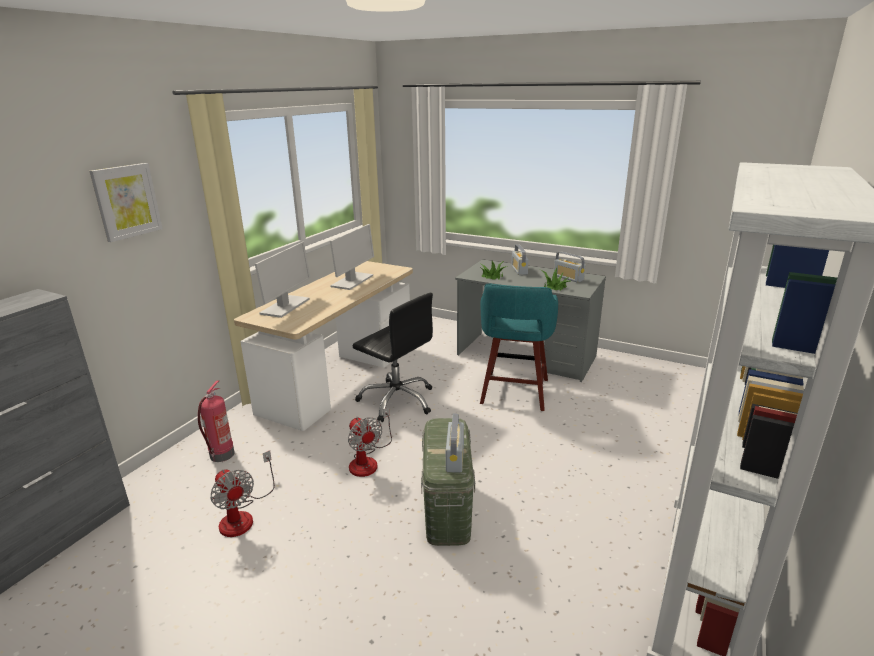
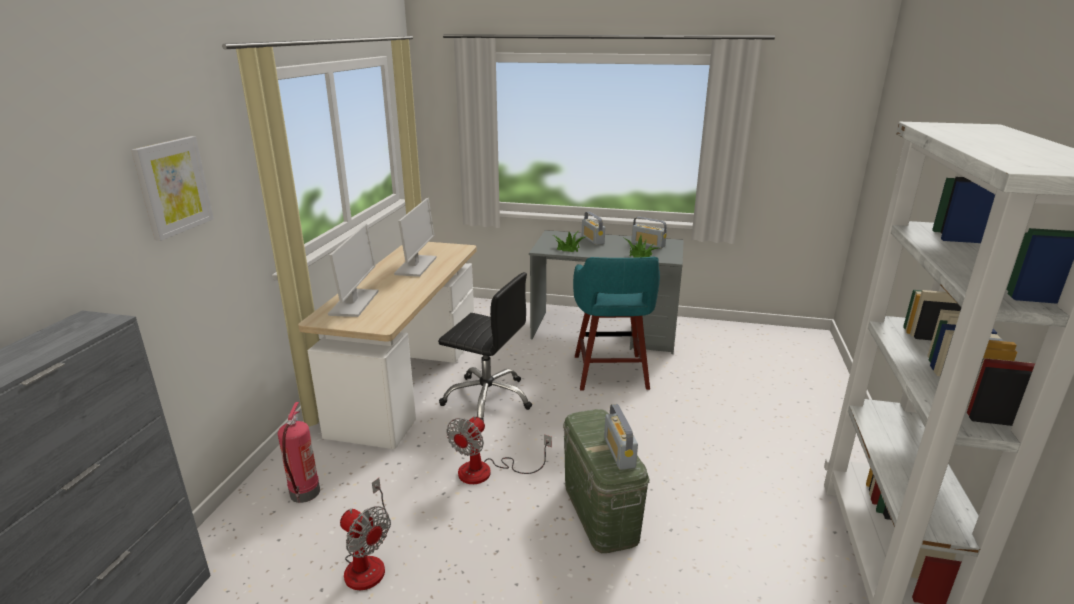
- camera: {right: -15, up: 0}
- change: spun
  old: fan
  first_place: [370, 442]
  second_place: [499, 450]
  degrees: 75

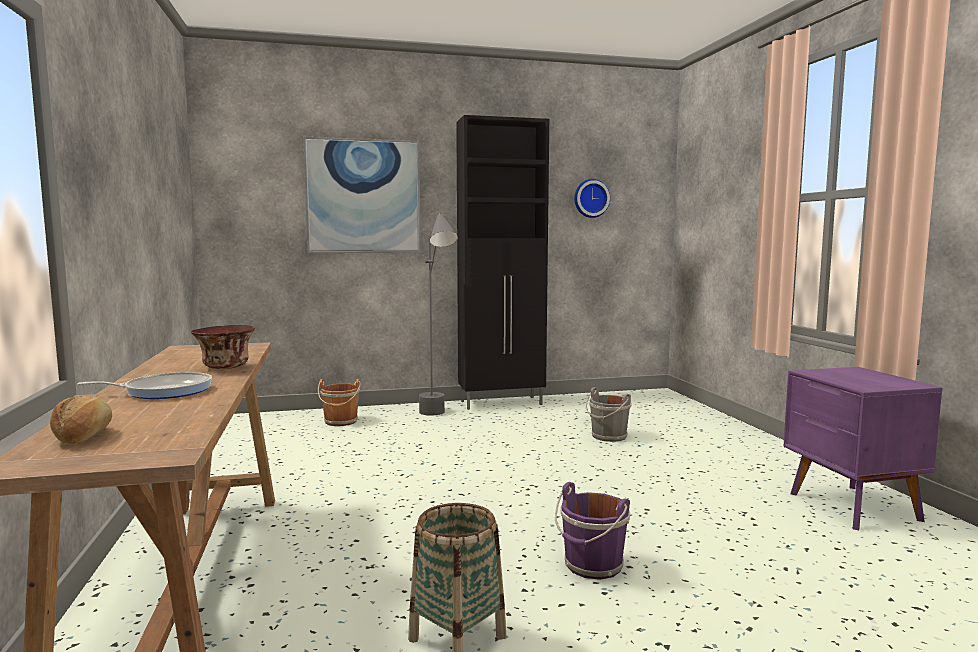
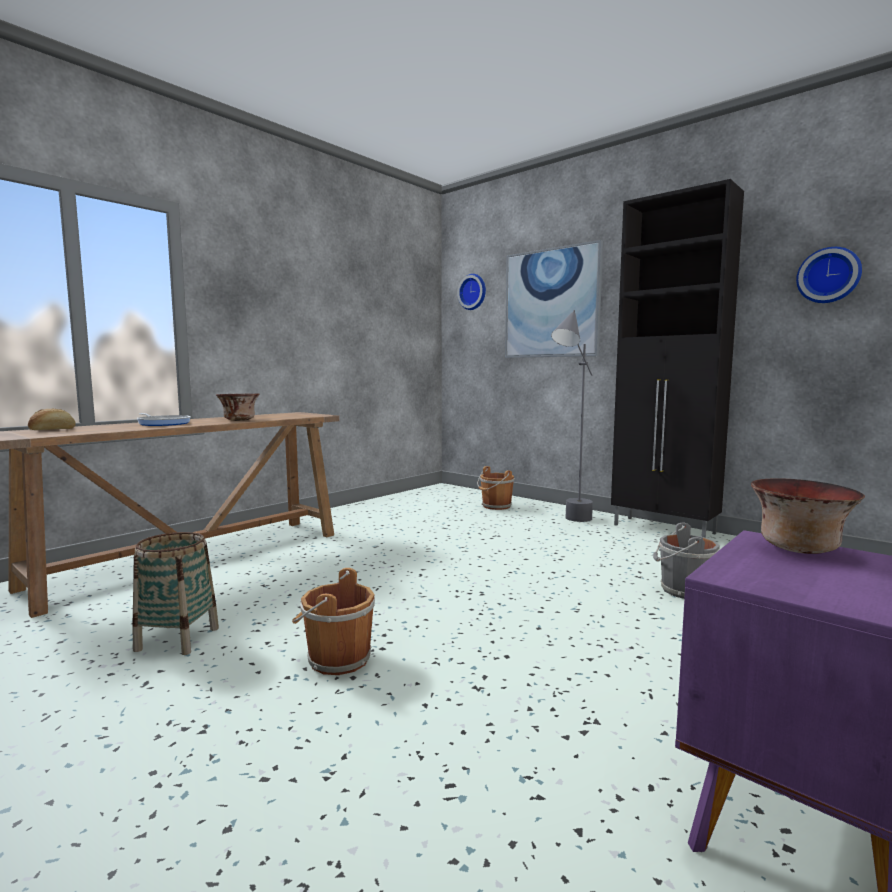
- camera: {right: 55, up: 0}
- change: appeared
  new: wall clock
  second_place: [471, 292]
- change: appeared
  new: bowl
  second_place: [808, 516]
- change: colour
  old: bucket (purple)
  new: bucket (brown)
  first_place: [592, 531]
  second_place: [333, 621]

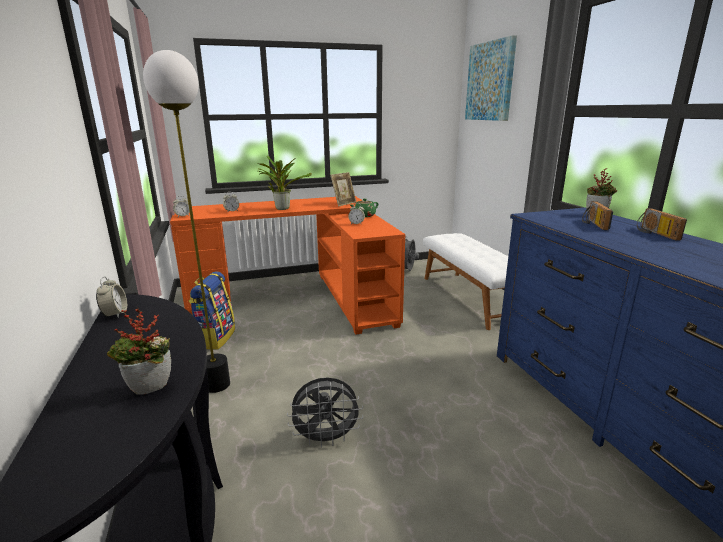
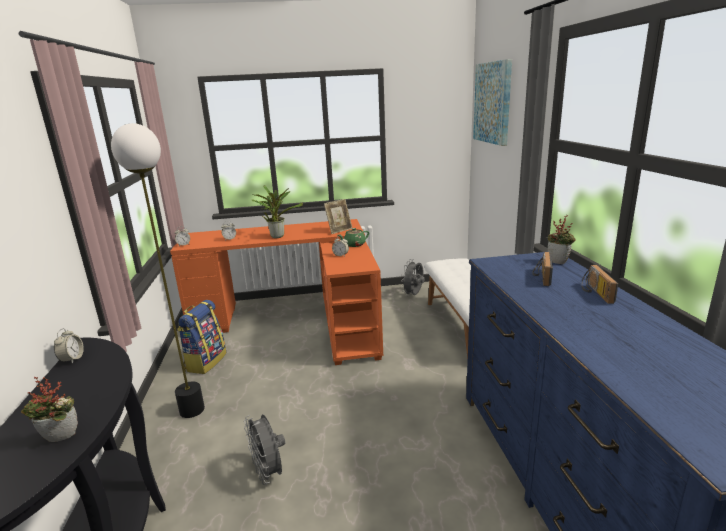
- camera: {right: 10, up: 0}
- change: spun
  old: fan (grey)
  first_place: [325, 412]
  second_place: [264, 449]
  degrees: 60

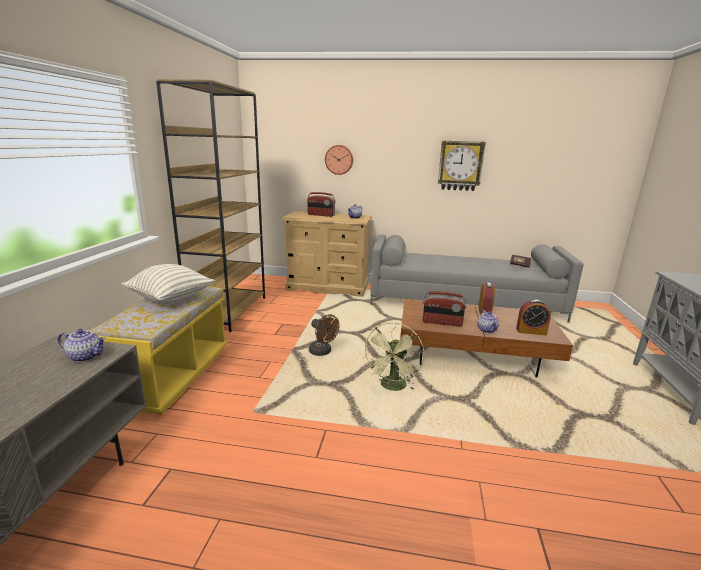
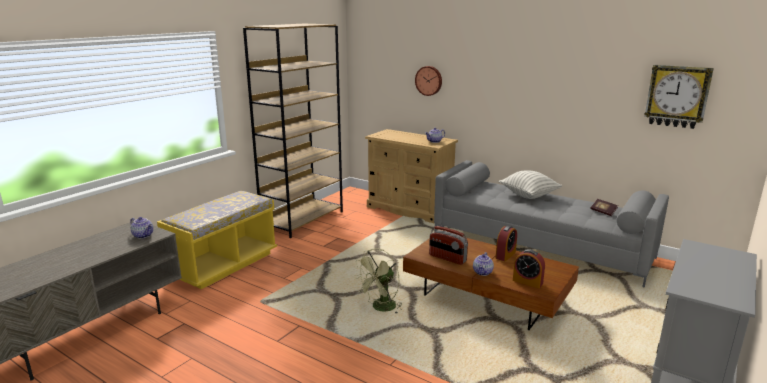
- camera: {right: 25, up: 0}
- change: missing
  old: radio
  first_place: [321, 204]
- change: missing
  old: fan (brown)
  first_place: [324, 335]
- change: relocated
  old: pillow
  first_place: [168, 284]
  second_place: [530, 184]
- change: relocated
  old: wall clock
  first_place: [462, 166]
  second_place: [679, 97]

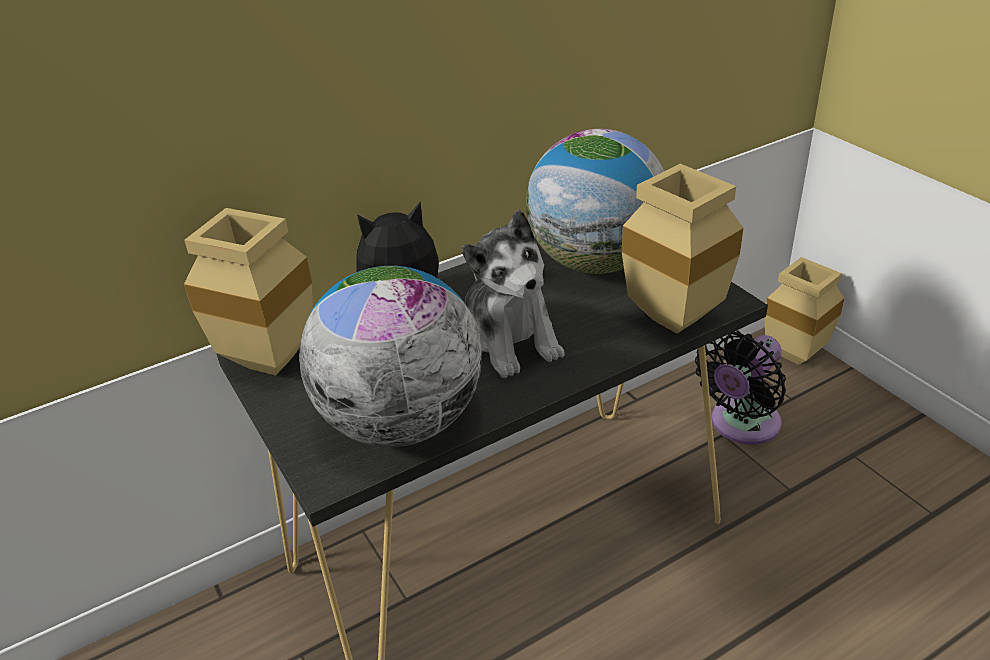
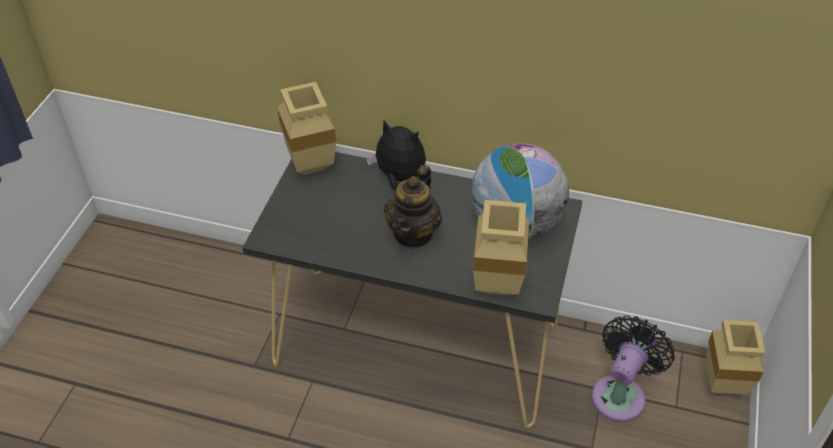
- camera: {right: 45, up: 10}
- change: missing
  old: globe
  first_place: [390, 356]
- change: exchanged
  old: plush toy
  new: teapot
  first_place: [513, 294]
  second_place: [413, 207]
- change: spun
  old: fan (black)
  first_place: [740, 387]
  second_place: [633, 368]
  degrees: 120

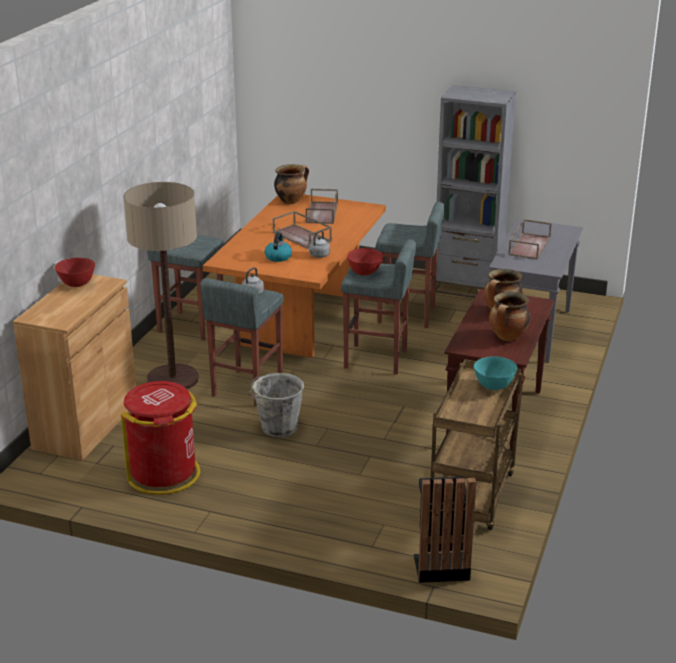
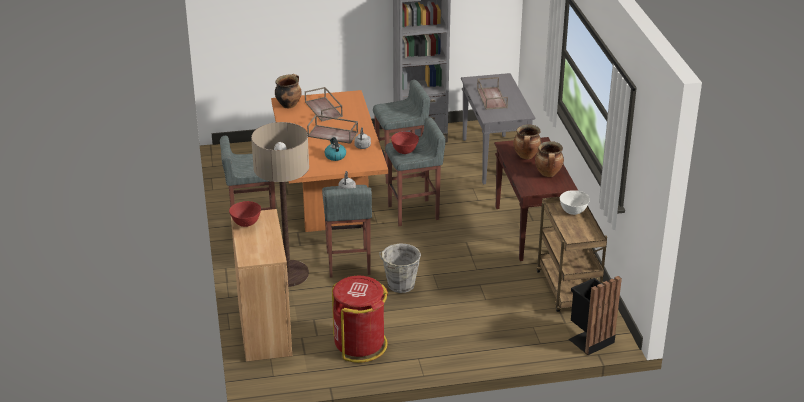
- camera: {right: -30, up: 5}
- change: colour
  old: bowl (turquoise)
  new: bowl (white)
  first_place: [495, 373]
  second_place: [575, 202]

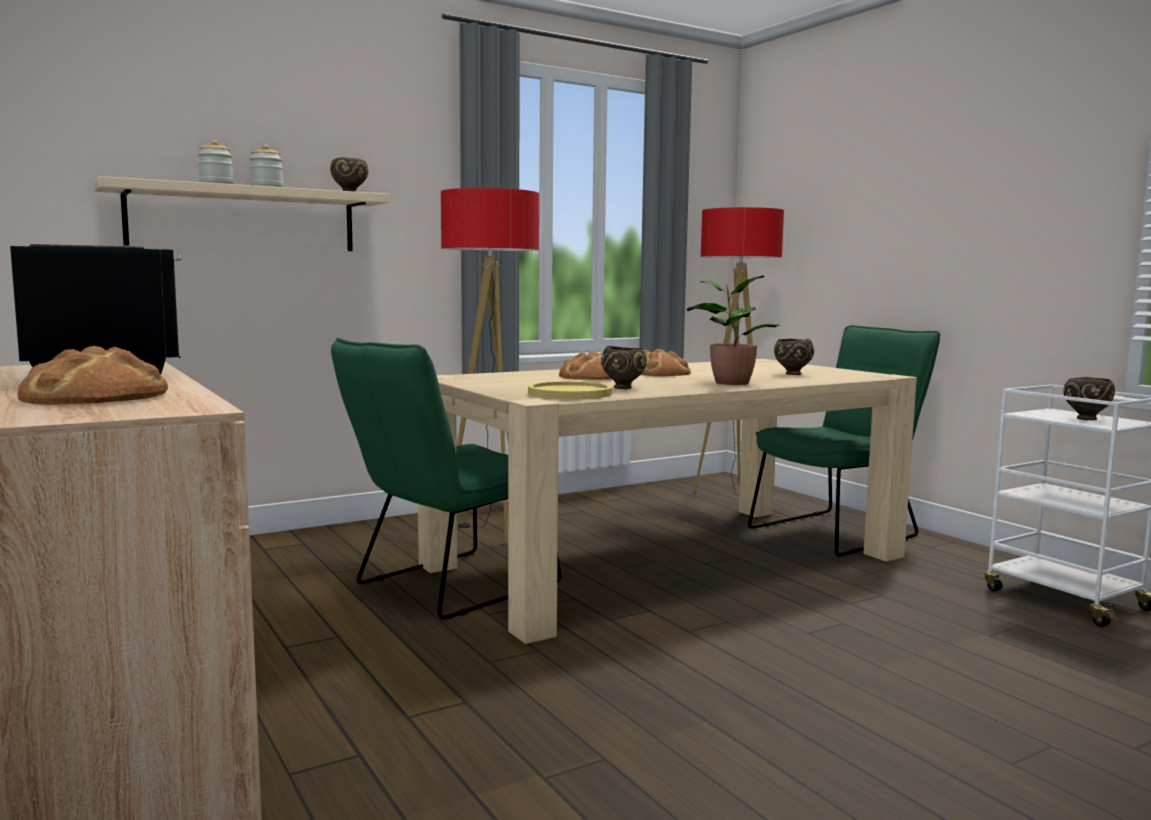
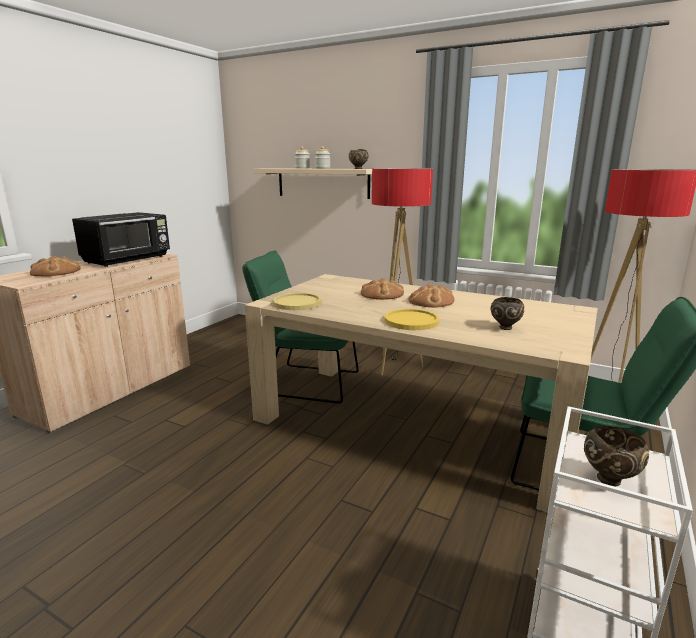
- camera: {right: 60, up: 10}
- change: missing
  old: bowl (brown)
  first_place: [624, 367]
- change: exchanged
  old: potted plant
  new: plate (yellow)
  first_place: [733, 330]
  second_place: [412, 319]

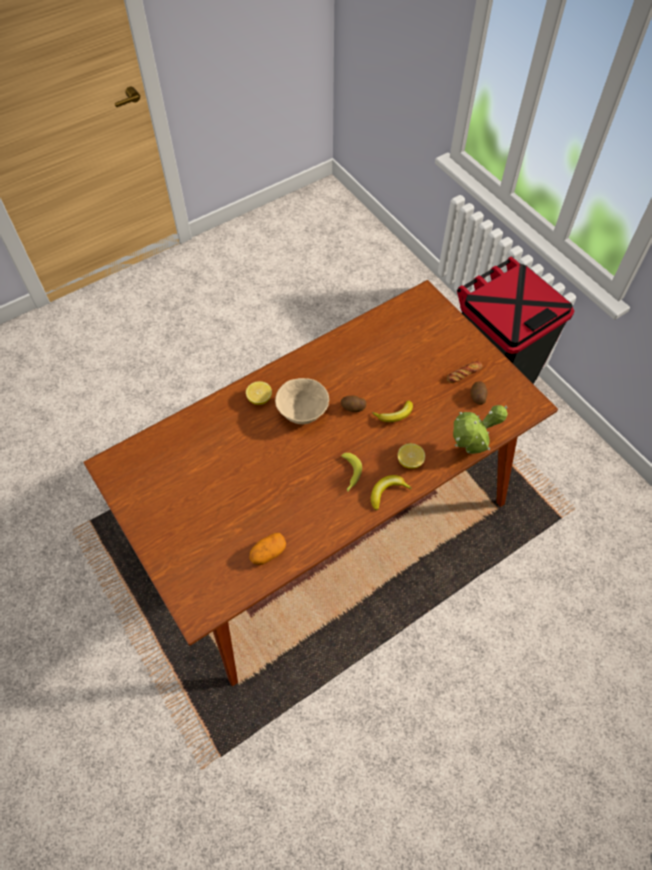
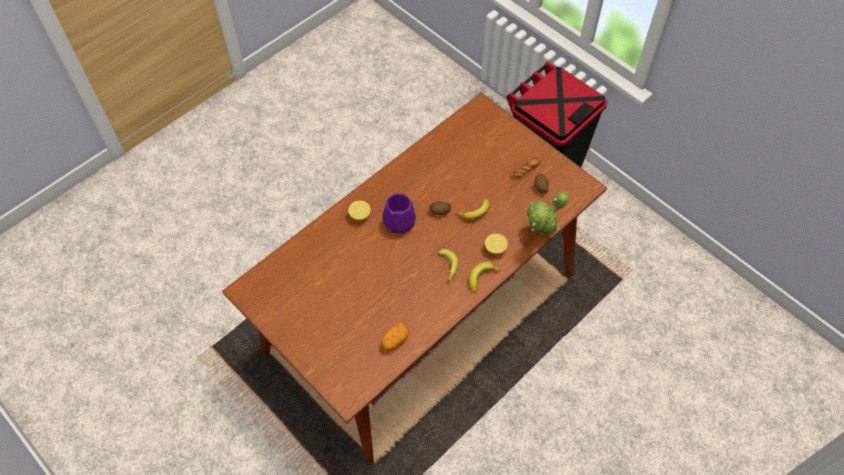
- camera: {right: -10, up: 0}
- change: exchanged
  old: bowl (beige)
  new: vase (purple)
  first_place: [302, 401]
  second_place: [399, 213]

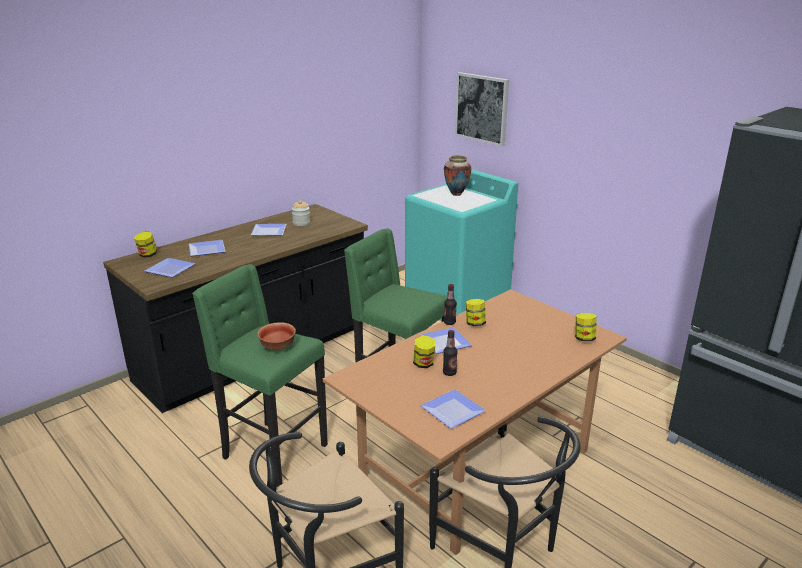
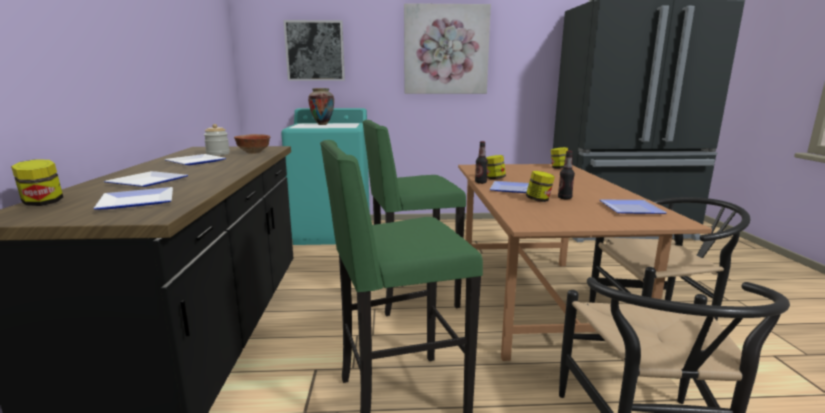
- camera: {right: -50, up: -10}
- change: appeared
  new: picture
  second_place: [447, 48]
- change: relocated
  old: bowl
  first_place: [276, 336]
  second_place: [252, 144]

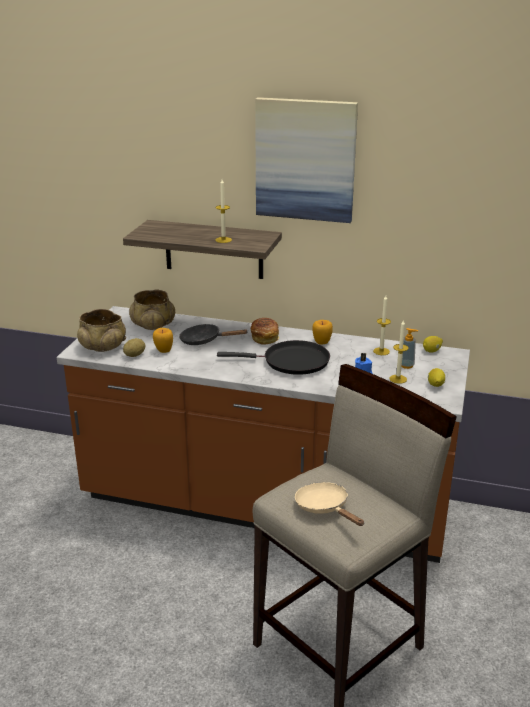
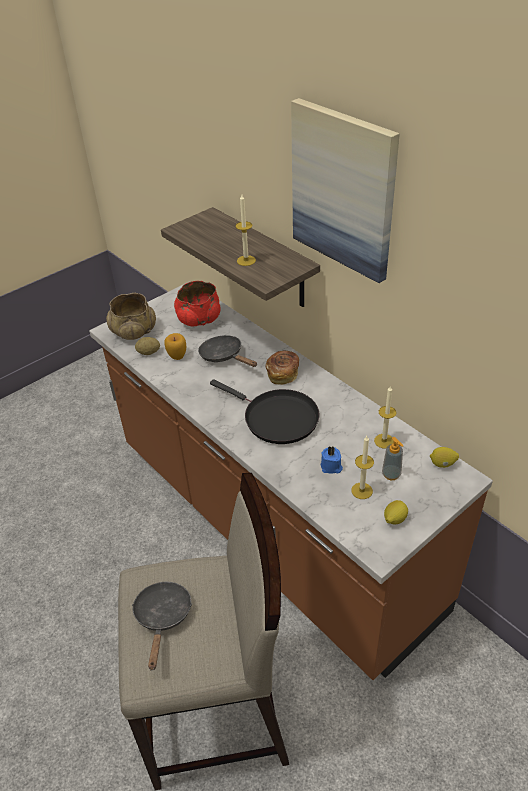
- camera: {right: 35, up: 15}
- change: missing
  old: apple
  first_place: [322, 332]
- change: colour
  old: bowl (beige)
  new: bowl (red)
  first_place: [152, 310]
  second_place: [197, 304]
- change: colour
  old: frying pan (beige)
  new: frying pan (black)
  first_place: [329, 504]
  second_place: [162, 626]

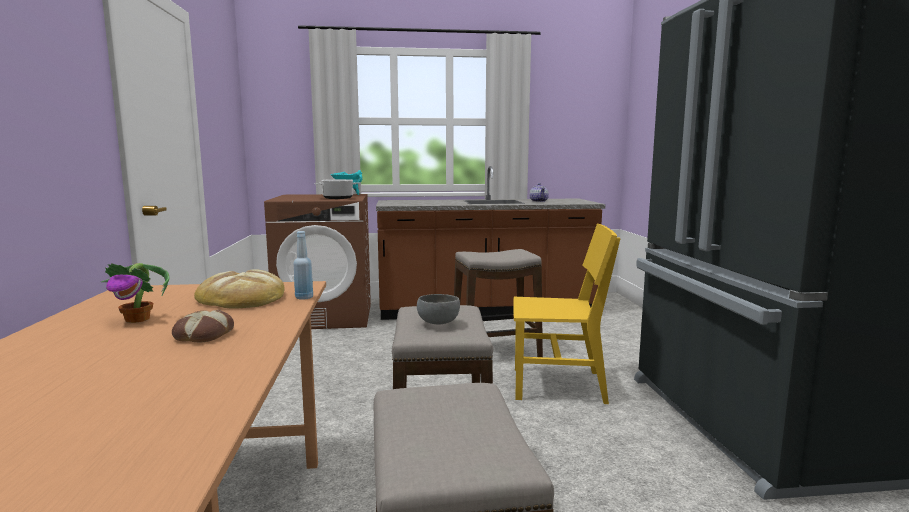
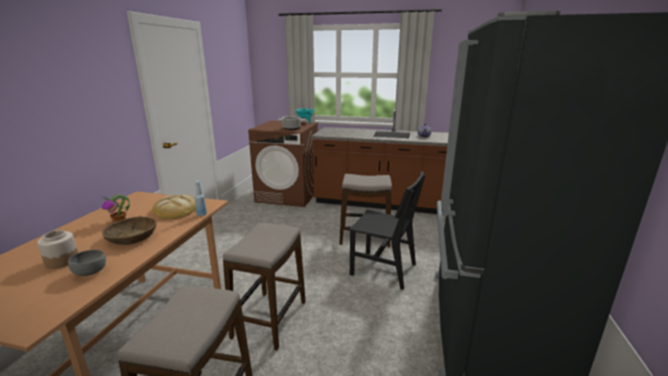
- camera: {right: 20, up: 10}
- change: appeared
  new: jar
  second_place: [57, 249]
- change: relocated
  old: bowl (grey)
  first_place: [438, 309]
  second_place: [87, 263]
- change: exchanged
  old: bread
  new: bowl (brown)
  first_place: [203, 326]
  second_place: [129, 230]
- change: colour
  old: chair (yellow)
  new: chair (black)
  first_place: [567, 314]
  second_place: [386, 230]

